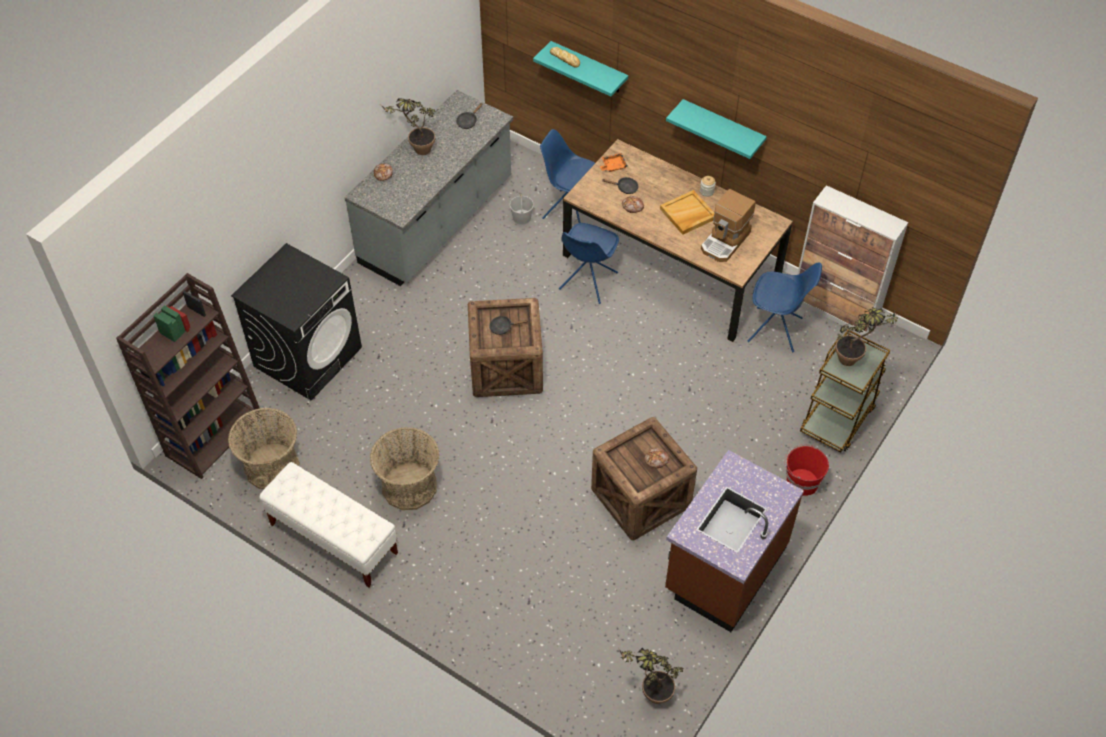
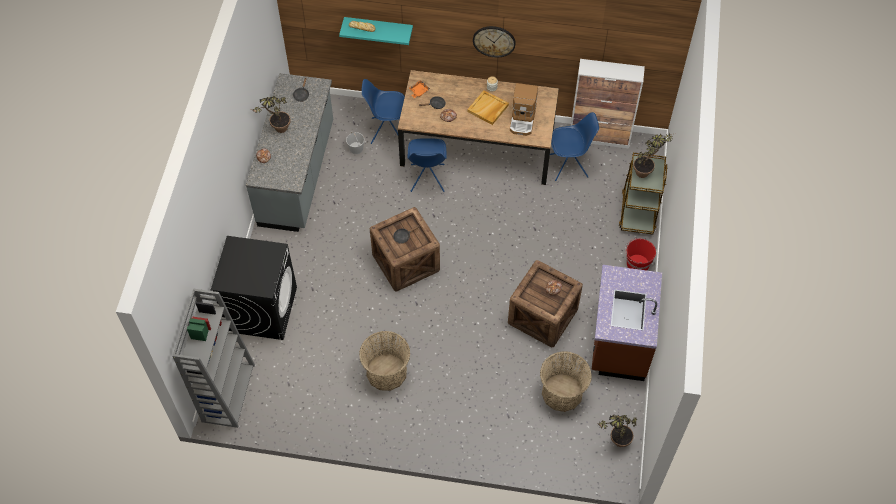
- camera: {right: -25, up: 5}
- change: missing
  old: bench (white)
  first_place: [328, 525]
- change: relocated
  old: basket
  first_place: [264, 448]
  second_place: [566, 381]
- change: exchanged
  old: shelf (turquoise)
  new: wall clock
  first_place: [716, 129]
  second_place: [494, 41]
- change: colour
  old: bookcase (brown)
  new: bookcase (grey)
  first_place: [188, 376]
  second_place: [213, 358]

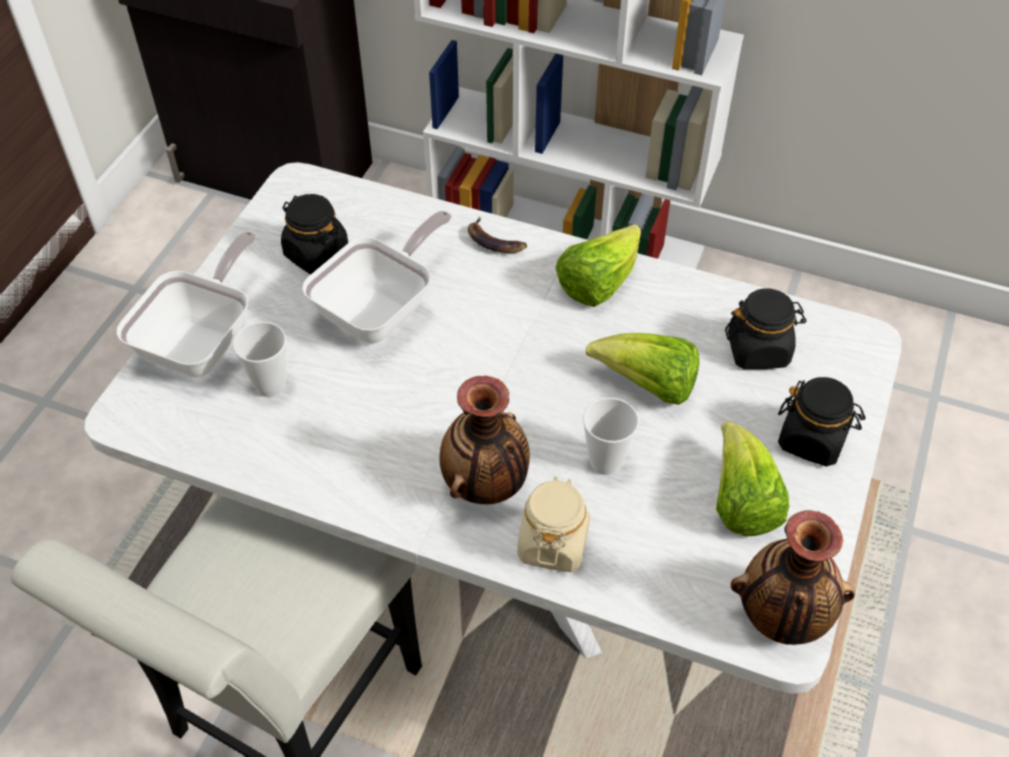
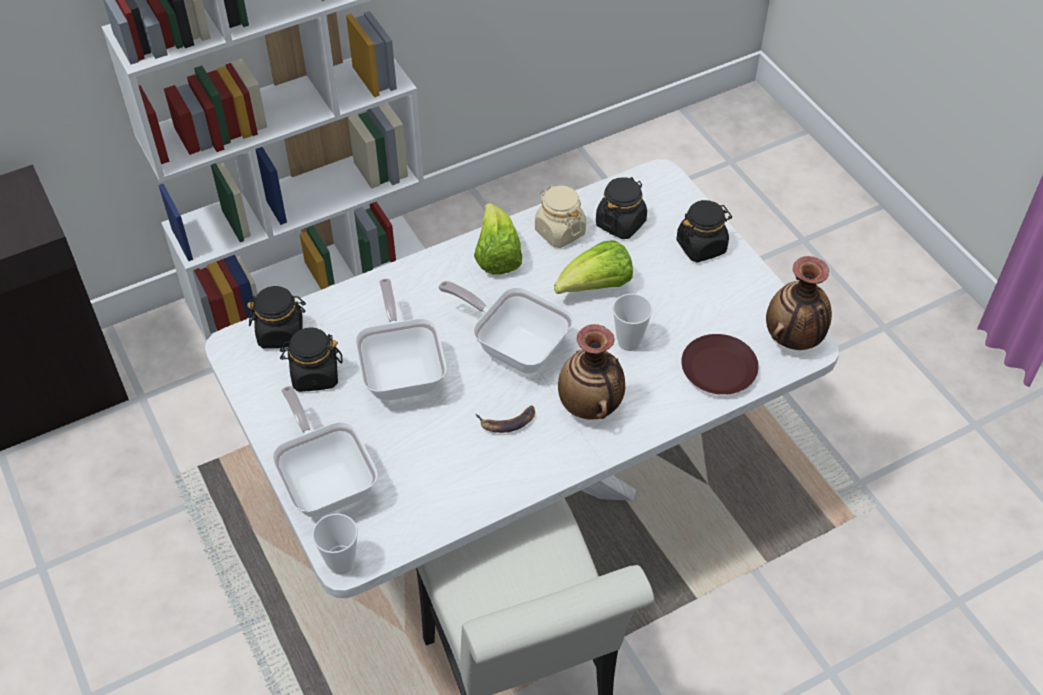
- camera: {right: -50, up: 0}
- change: missing
  old: lettuce
  first_place: [752, 479]
- change: appeared
  new: jar (black)
  second_place: [276, 317]
- change: appeared
  new: frying pan
  second_place: [506, 327]
- change: appeared
  new: plate (brown)
  second_place: [720, 364]
- change: relocated
  old: cup
  first_place: [259, 359]
  second_place: [335, 544]
- change: relocated
  old: banana
  first_place: [497, 234]
  second_place: [505, 419]
- change: relocated
  old: jar (beige)
  first_place: [554, 524]
  second_place: [560, 217]

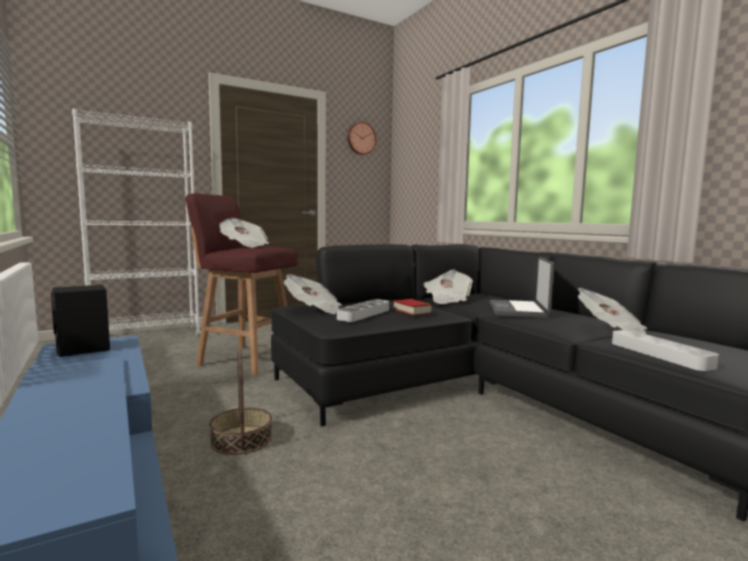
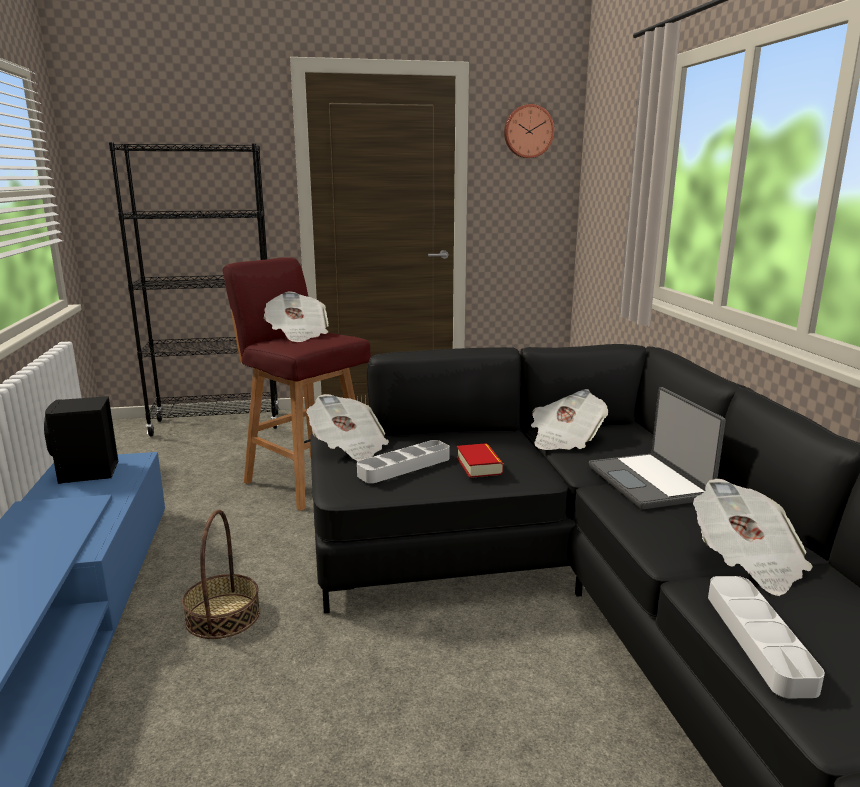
- camera: {right: 20, up: 10}
- change: colour
  old: bookcase (white)
  new: bookcase (black)
  first_place: [136, 222]
  second_place: [194, 289]
- change: spun
  old: laptop
  first_place: [521, 287]
  second_place: [657, 448]
  degrees: -45

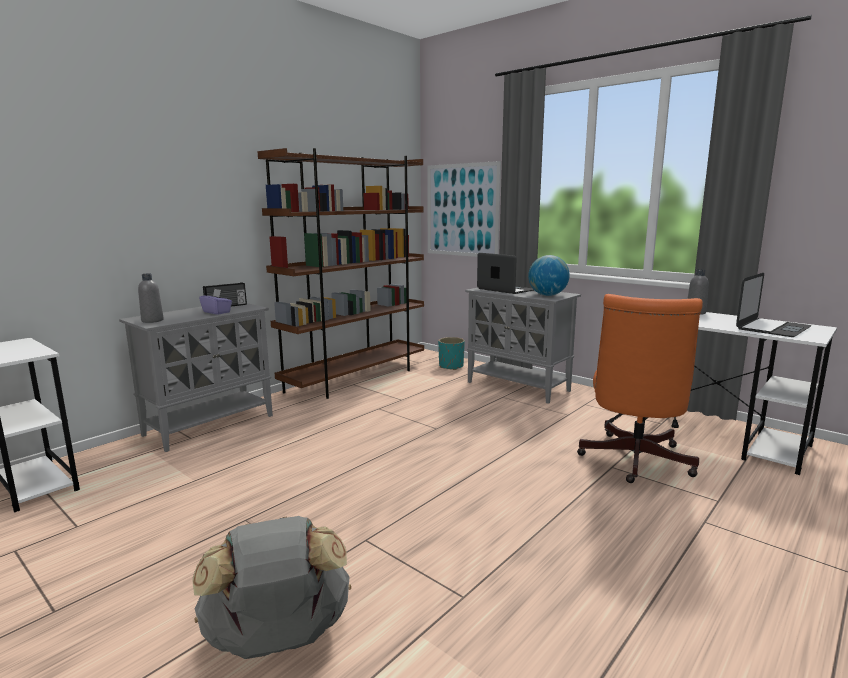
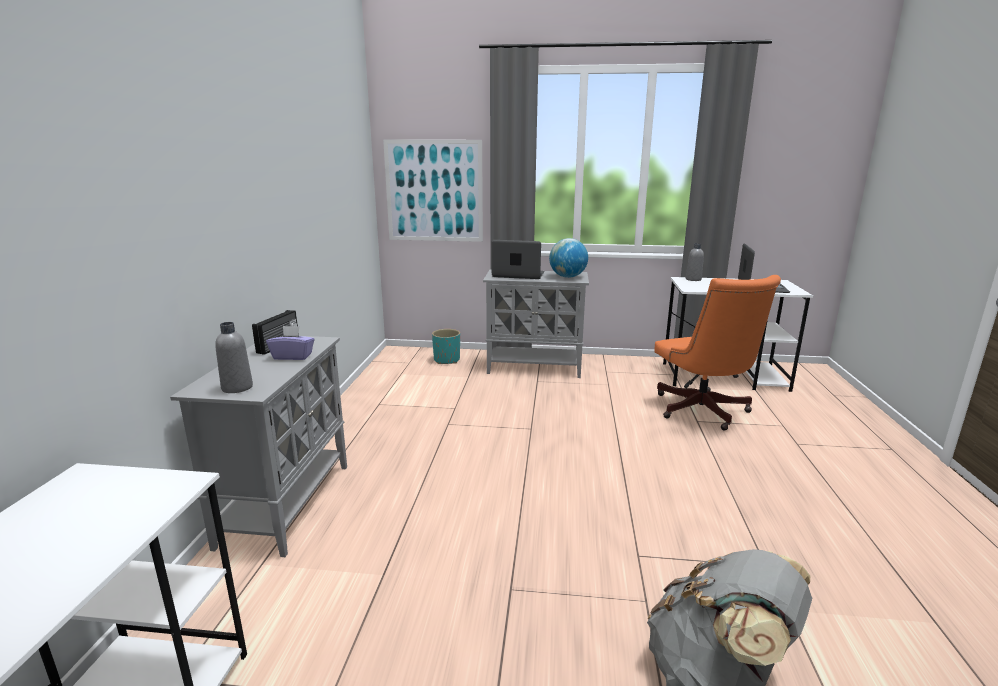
- camera: {right: -35, up: 5}
- change: missing
  old: bookcase (brown)
  first_place: [340, 273]

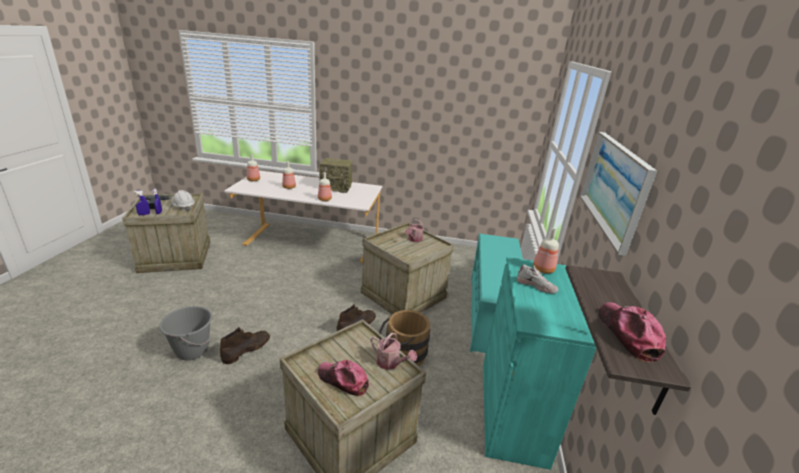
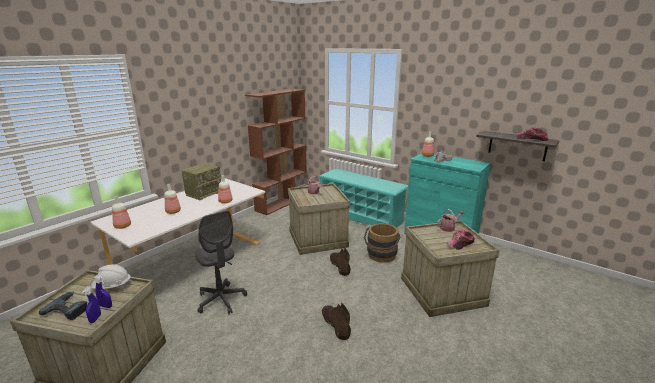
- camera: {right: -60, up: -5}
- change: missing
  old: bucket (grey)
  first_place: [185, 333]
- change: missing
  old: picture
  first_place: [618, 194]
- change: appeared
  new: office chair (grey)
  second_place: [221, 262]
- change: appeared
  new: bookcase (brown)
  second_place: [276, 152]

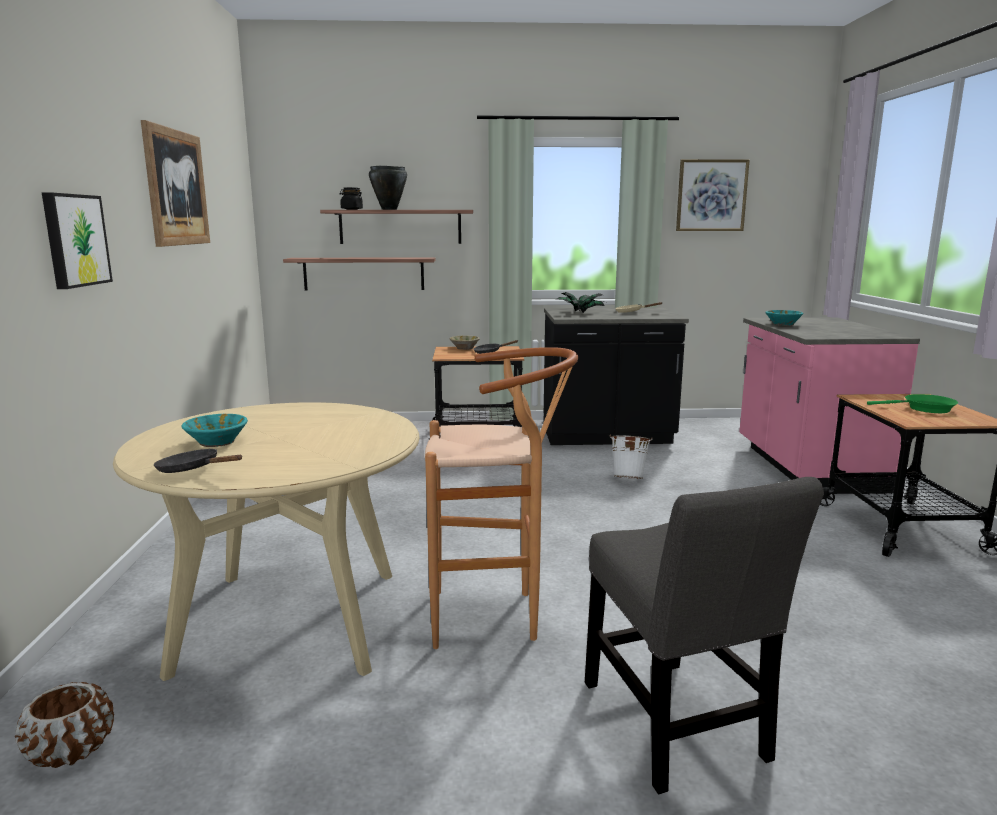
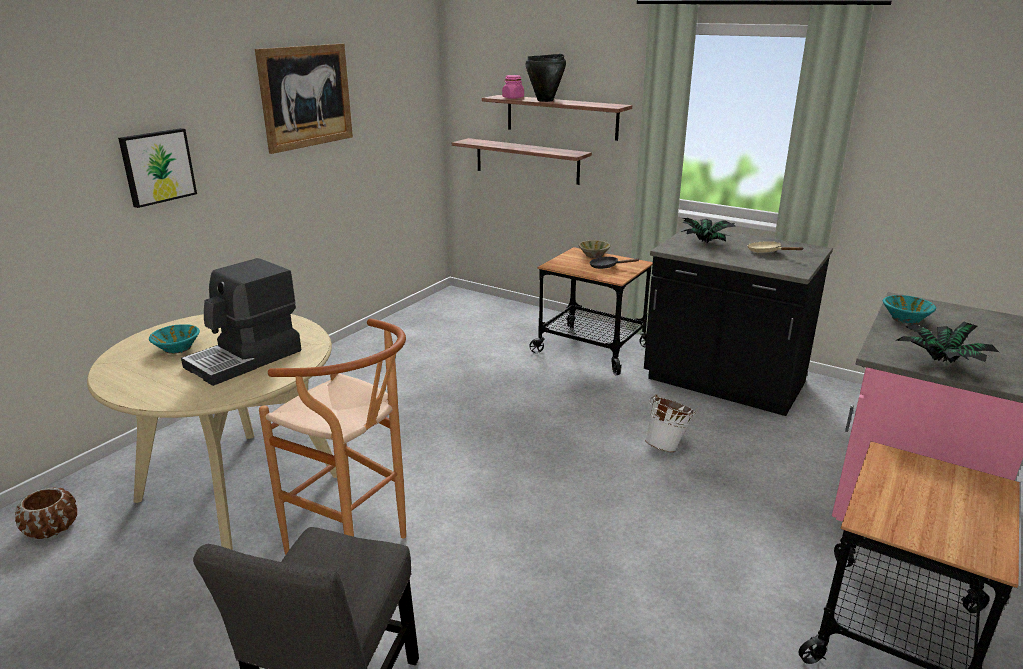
- camera: {right: 35, up: 10}
- change: missing
  old: frying pan (black)
  first_place: [198, 460]
- change: missing
  old: picture
  first_place: [713, 195]
- change: missing
  old: frying pan (green)
  first_place: [912, 403]
- change: appeared
  new: coffee machine
  second_place: [241, 322]
- change: appeared
  new: potted plant
  second_place: [947, 342]
- change: colour
  old: jar (black)
  new: jar (pink)
  first_place: [351, 198]
  second_place: [513, 87]

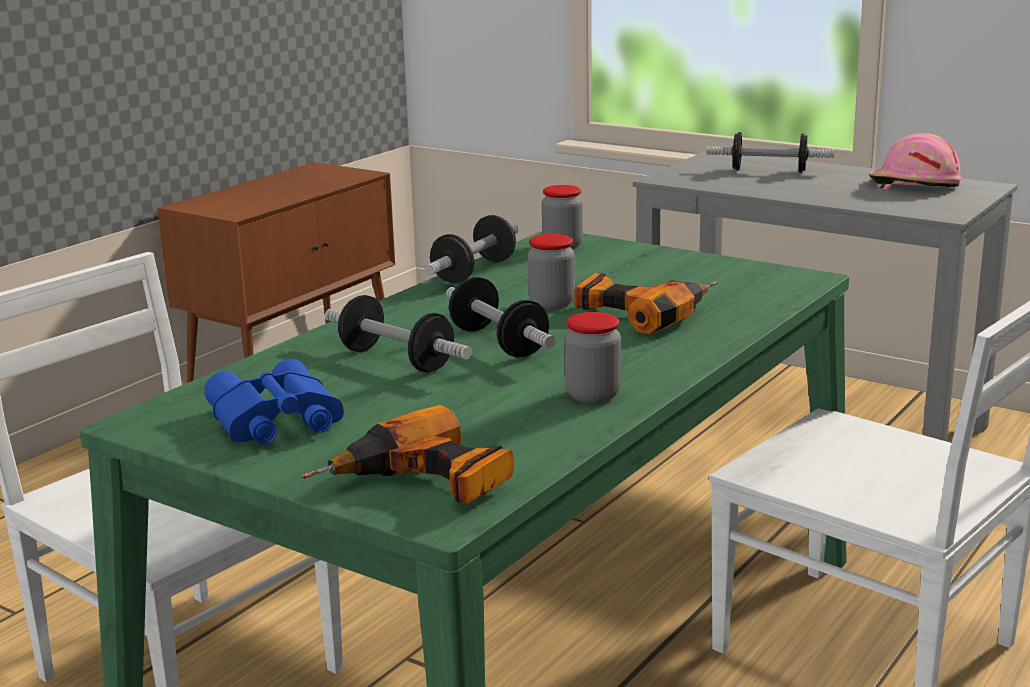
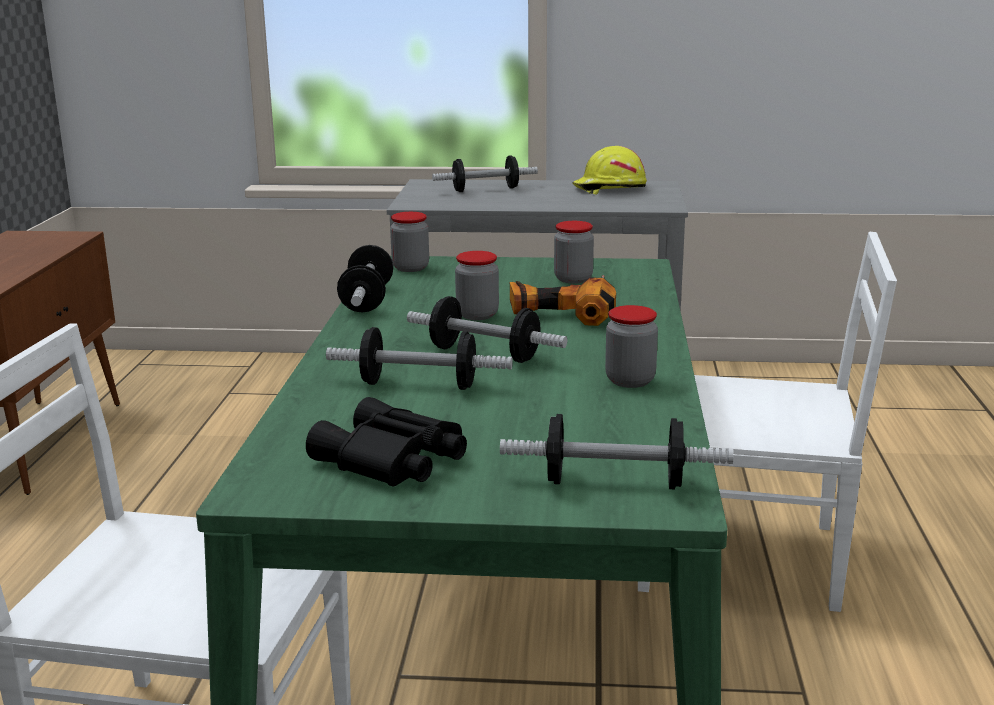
- camera: {right: -30, up: 0}
- change: appeared
  new: jar
  second_place: [574, 252]
- change: exchanged
  old: power drill
  new: dumbbell
  first_place: [408, 454]
  second_place: [617, 451]
- change: colour
  old: binoculars (blue)
  new: binoculars (black)
  first_place: [274, 401]
  second_place: [386, 441]
- change: colour
  old: hard hat (pink)
  new: hard hat (yellow)
  first_place: [915, 161]
  second_place: [609, 170]

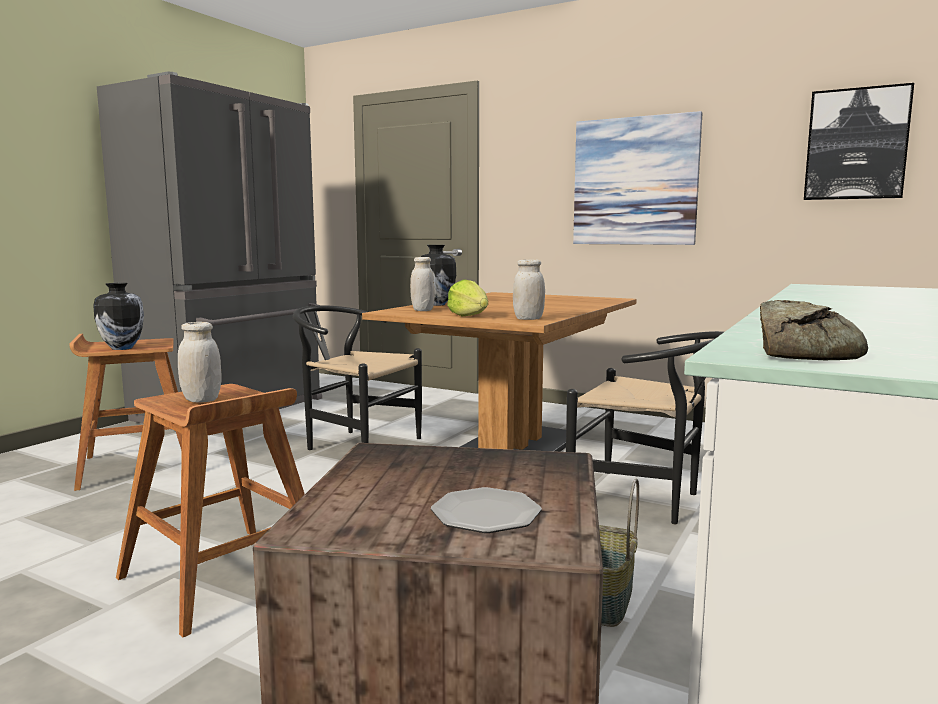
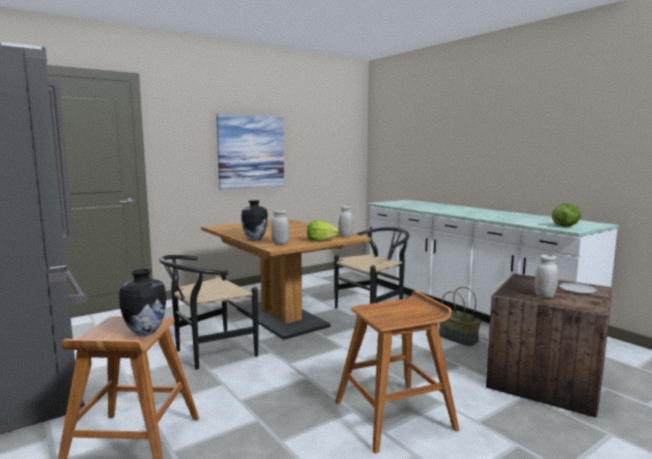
- camera: {right: -65, up: 0}
- change: missing
  old: picture
  first_place: [859, 141]
- change: relocated
  old: jar (white)
  first_place: [199, 362]
  second_place: [546, 276]
- change: exchanged
  old: bread
  new: lettuce
  first_place: [814, 330]
  second_place: [566, 215]

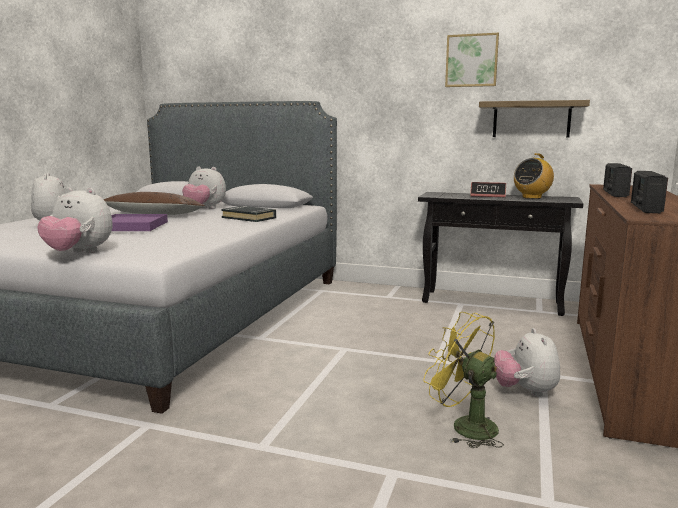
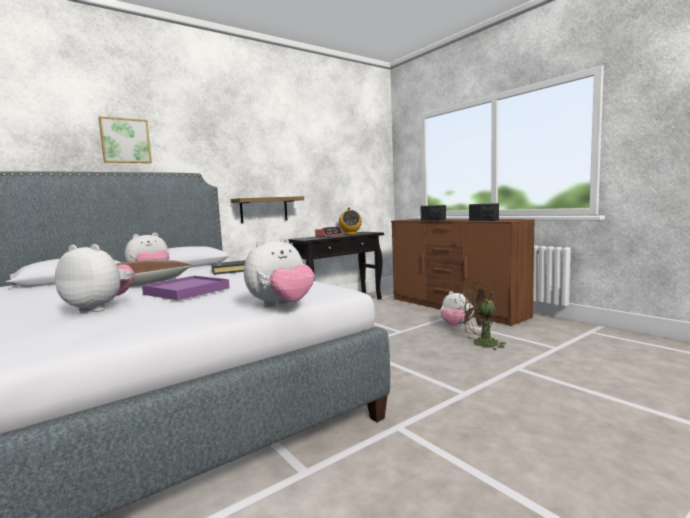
- camera: {right: -55, up: -5}
- change: relocated
  old: picture
  first_place: [472, 60]
  second_place: [125, 139]
- change: relocated
  old: shelf
  first_place: [534, 118]
  second_place: [267, 209]
- change: colour
  old: fan (yellow)
  new: fan (brown)
  first_place: [463, 380]
  second_place: [482, 315]

